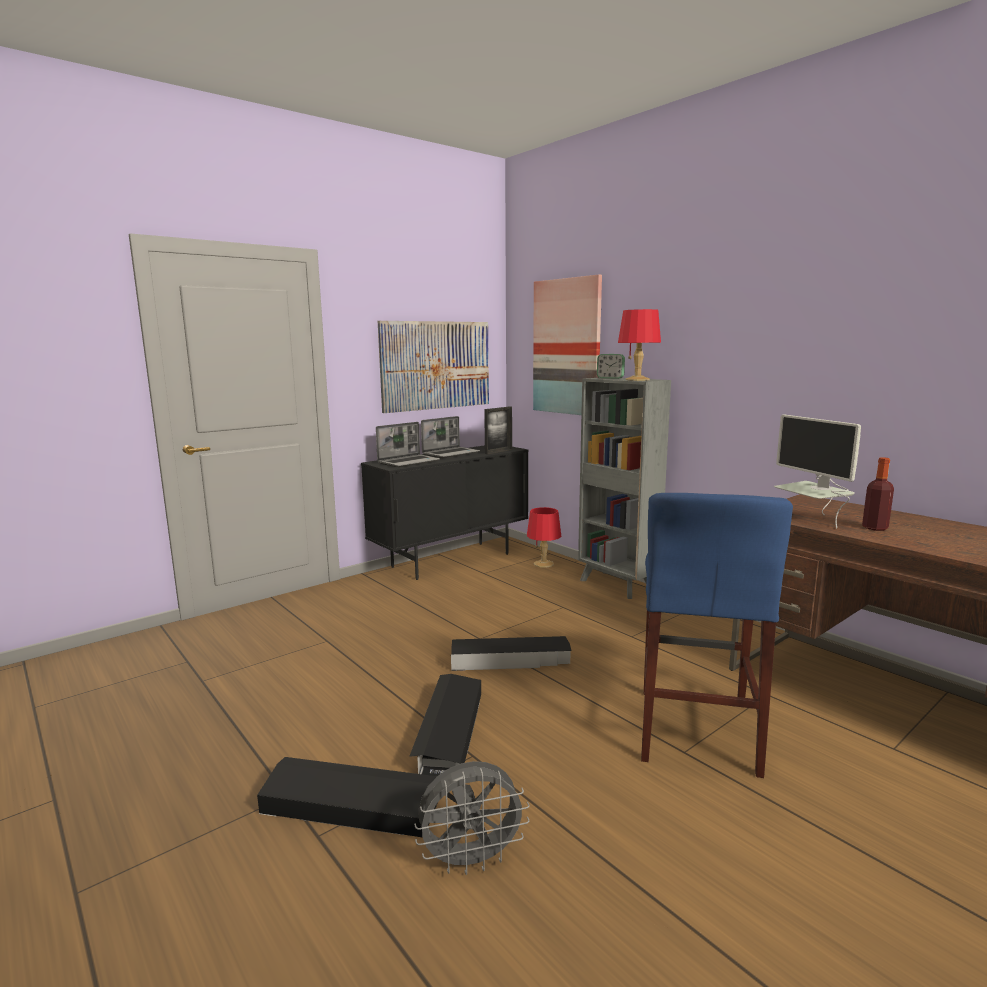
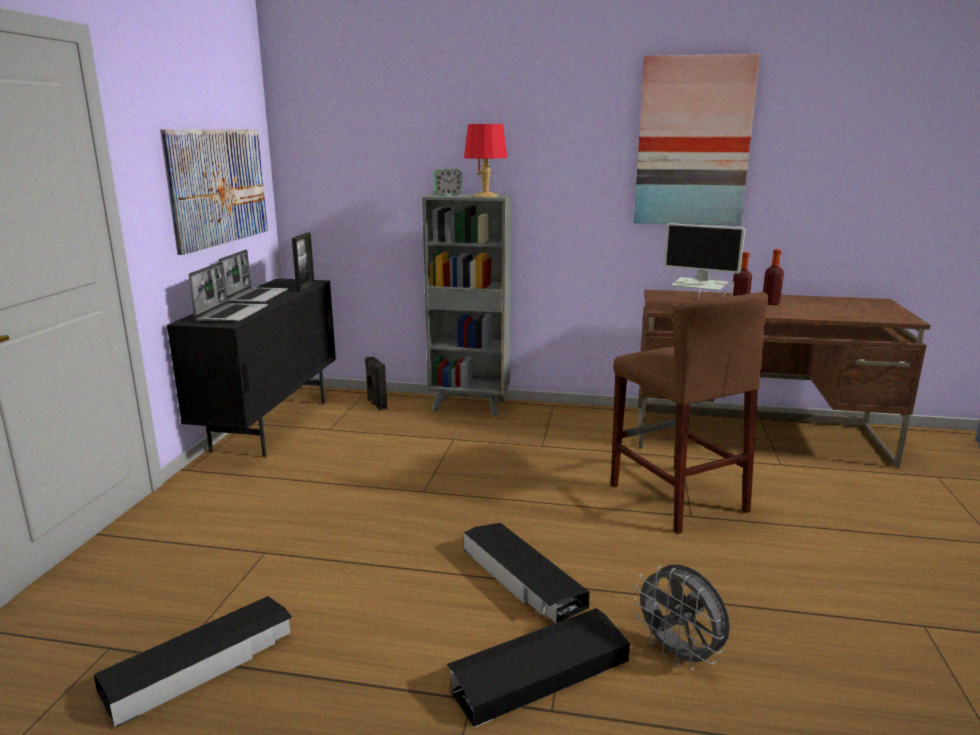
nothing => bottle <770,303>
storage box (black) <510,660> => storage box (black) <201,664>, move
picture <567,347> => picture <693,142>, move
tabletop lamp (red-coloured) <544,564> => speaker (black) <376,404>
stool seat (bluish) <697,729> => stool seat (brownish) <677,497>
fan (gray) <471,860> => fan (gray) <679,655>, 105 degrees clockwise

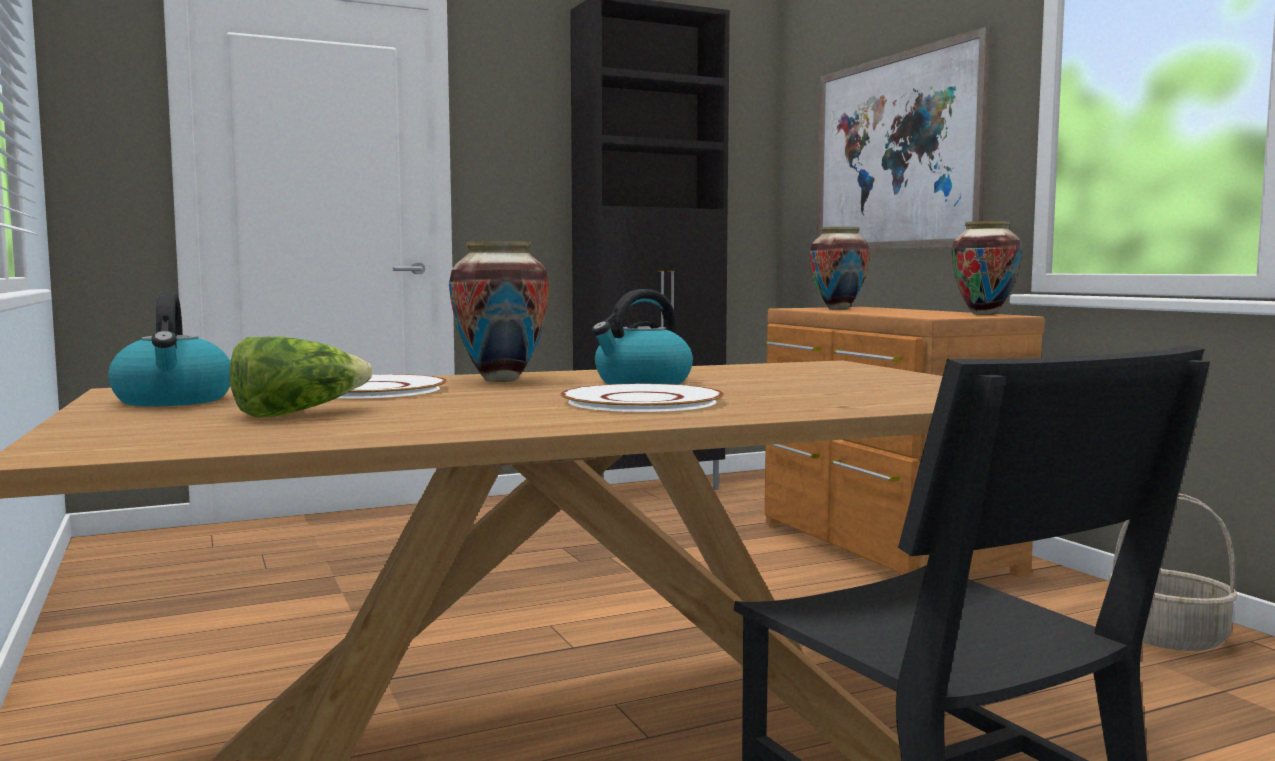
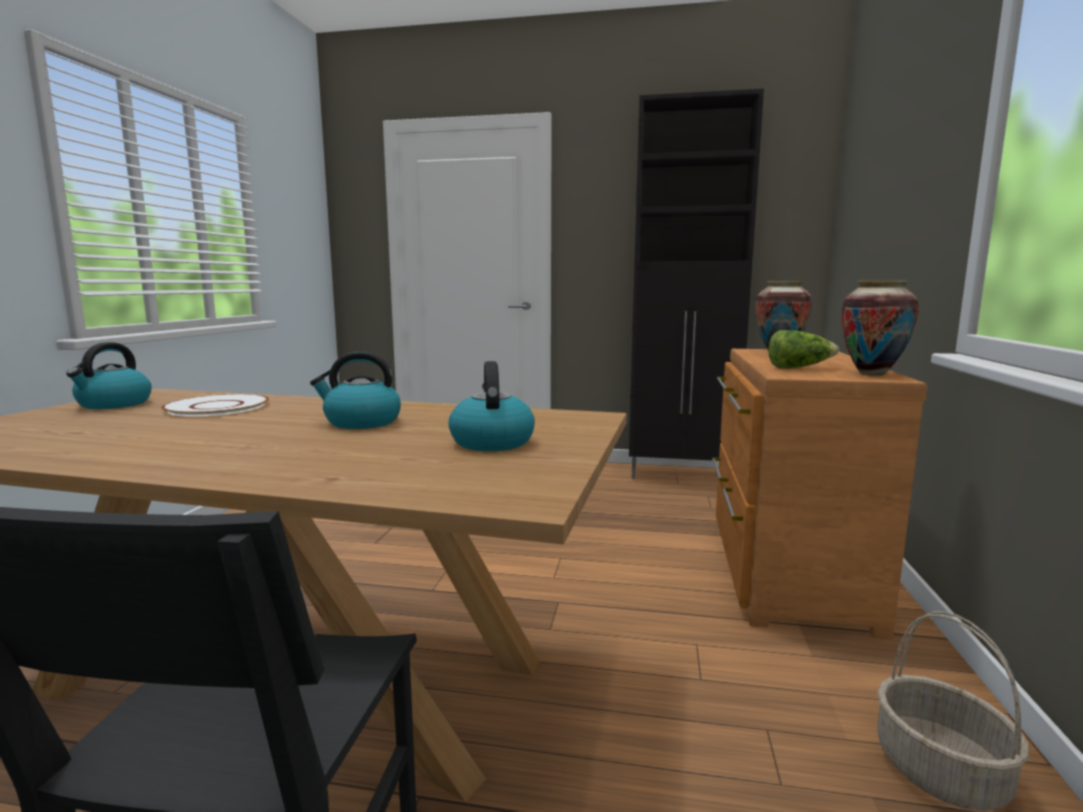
decorative vase <500,380> => nothing
plate (white) <641,401> => nothing
picture <894,152> => nothing
nothing => kettle <491,442>
lettuce head <297,413> => lettuce head <799,368>, move

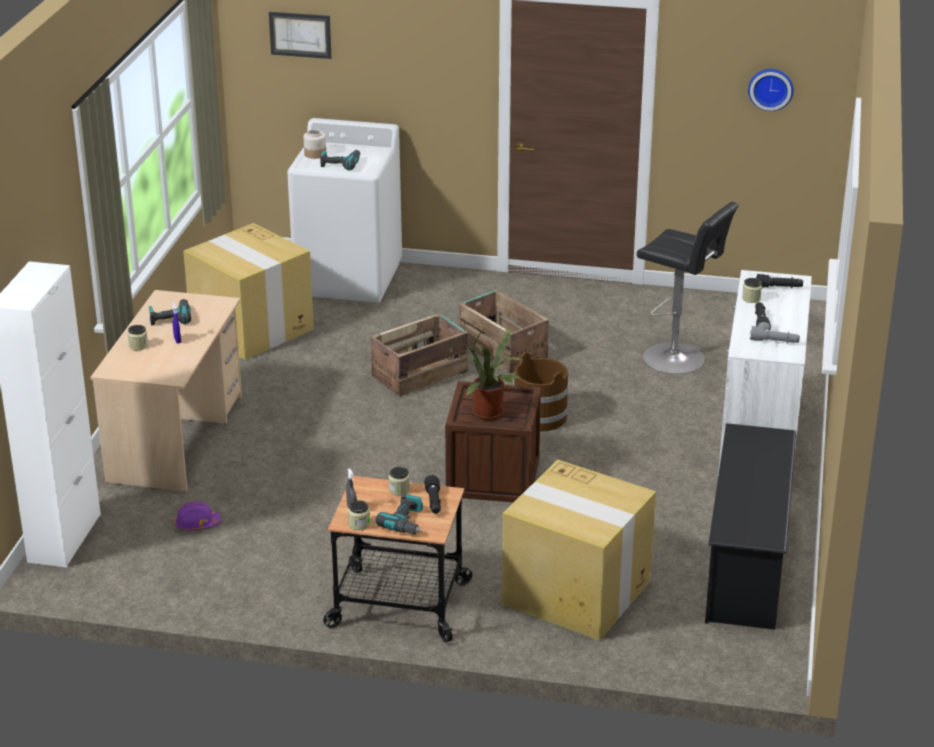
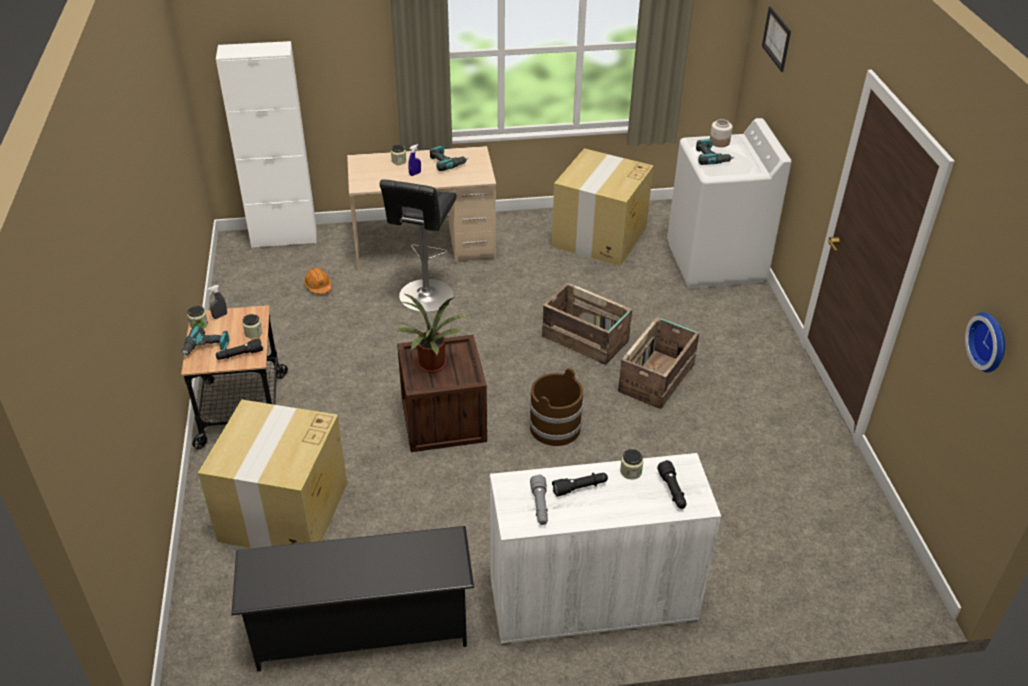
stool seat (black) <678,359> => stool seat (black) <425,298>, move
work helmet (purple-coloured) <197,524> => work helmet (orange) <318,286>

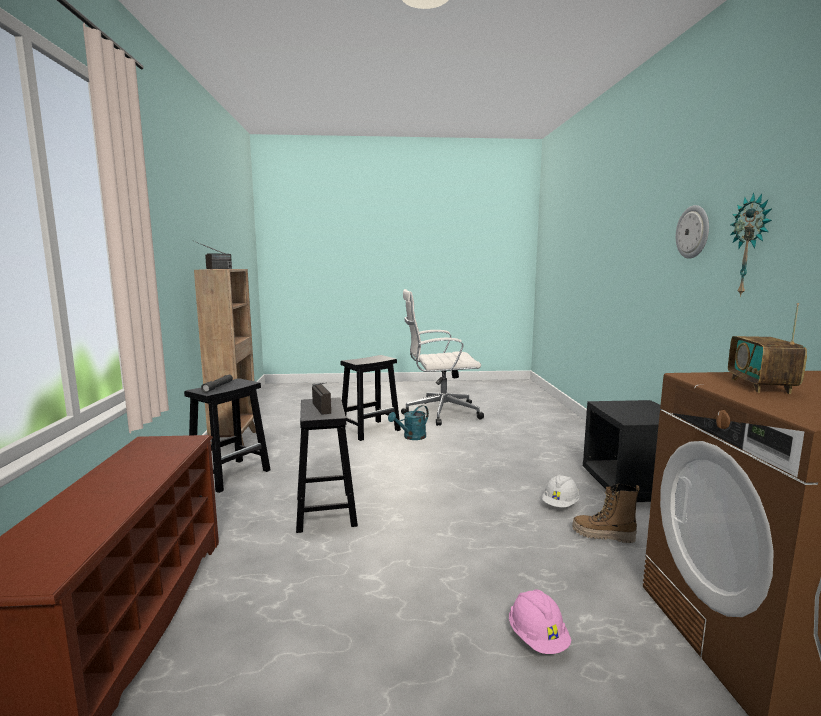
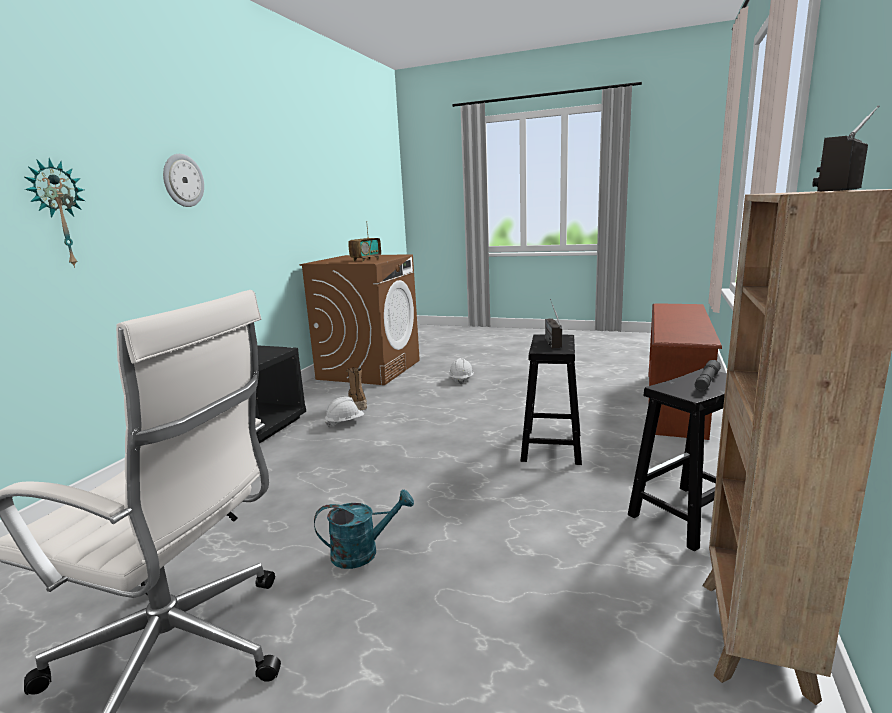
stool seat (black) <370,430> => nothing
clock on the wall <751,245> => clock on the wall <58,214>, move
work helmet (pinkish) <537,638> => work helmet (white) <461,379>
tall boot <603,536> => tall boot <357,403>, 150 degrees counterclockwise

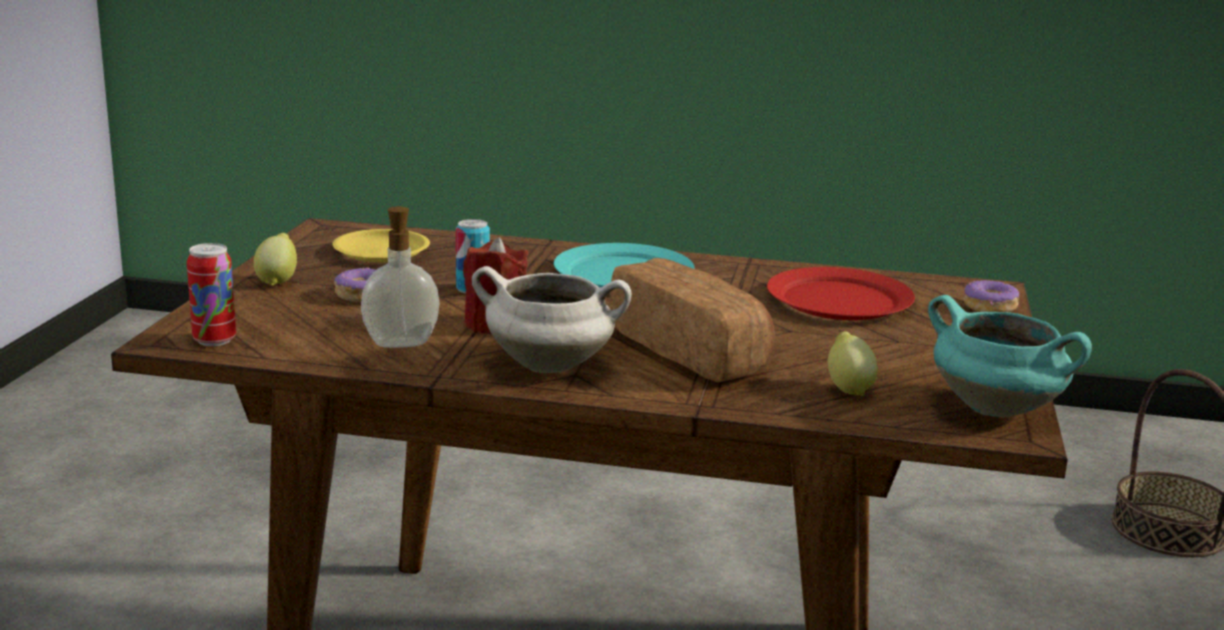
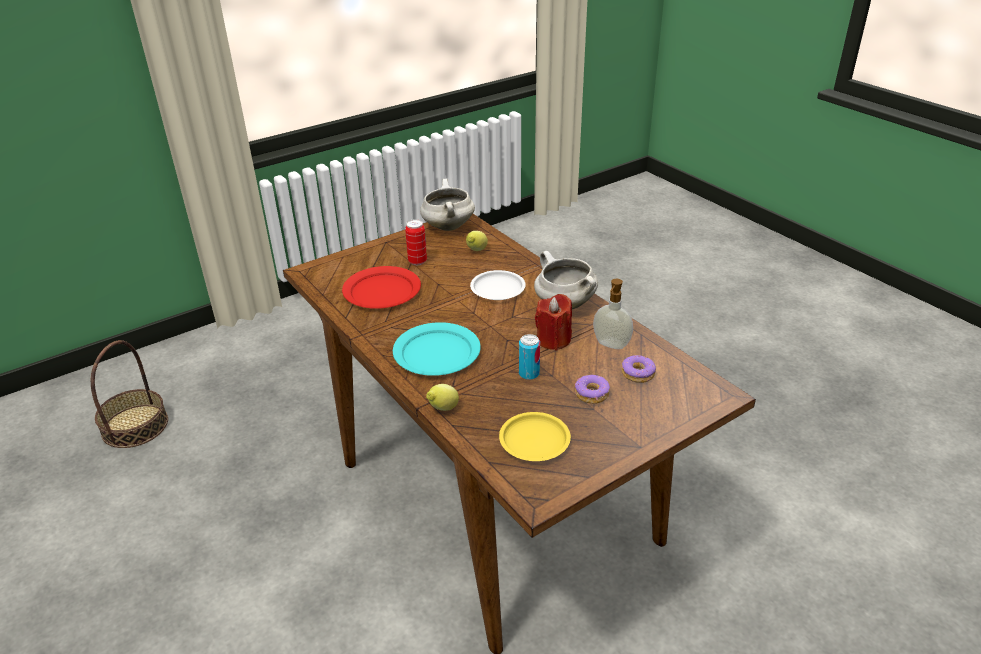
sealed can <214,340> => sealed can <417,261>, move
lemon <277,281> => lemon <442,409>, move
doughnut <989,307> => doughnut <638,374>, move
bread <691,352> => plate (white) <498,289>
saucepot (turquoise) <998,409> => saucepot (white) <447,226>

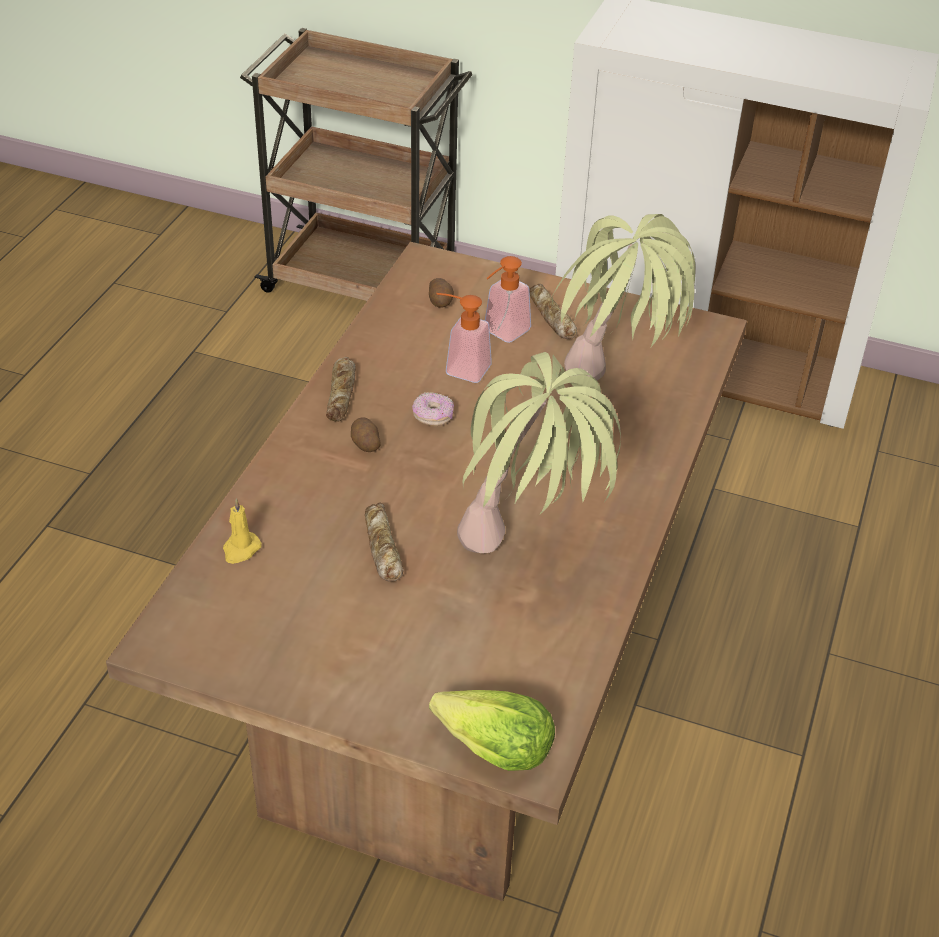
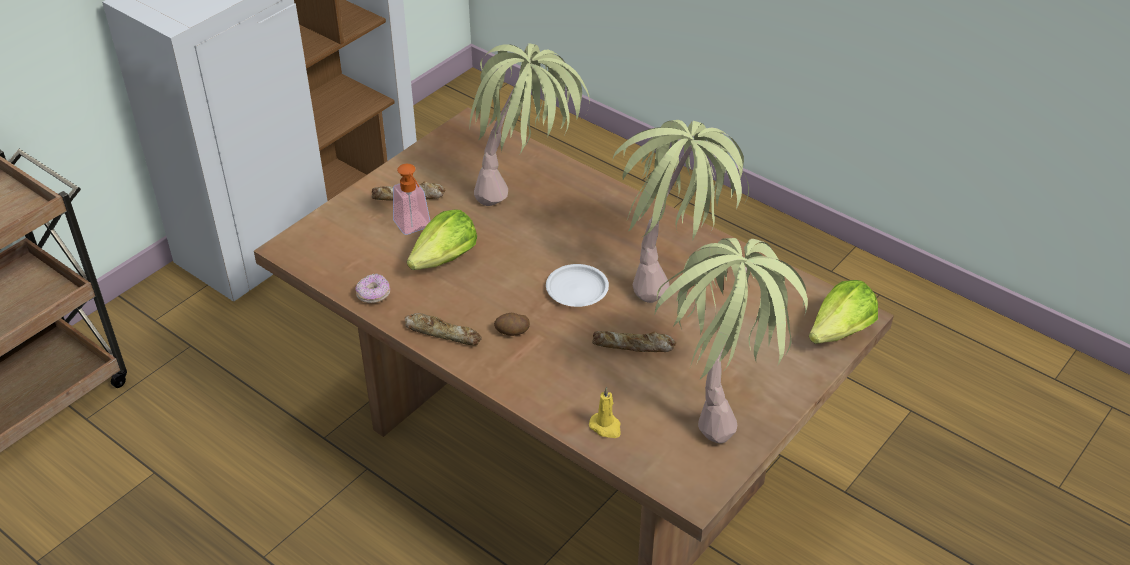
whole potato <441,301> => nothing
nothing => plate (white) <577,289>
nothing => plant in a pot <722,399>
doughnut <433,417> => doughnut <374,295>, move
liquid soap bottle <460,367> => lettuce head <445,259>

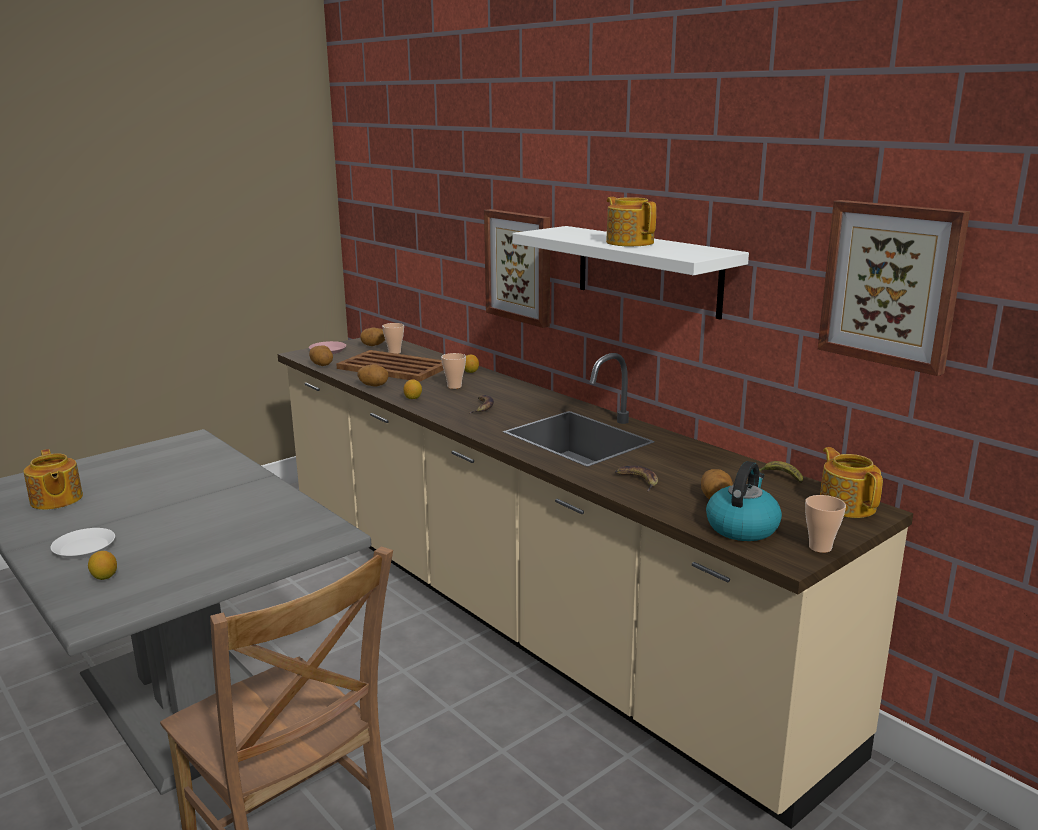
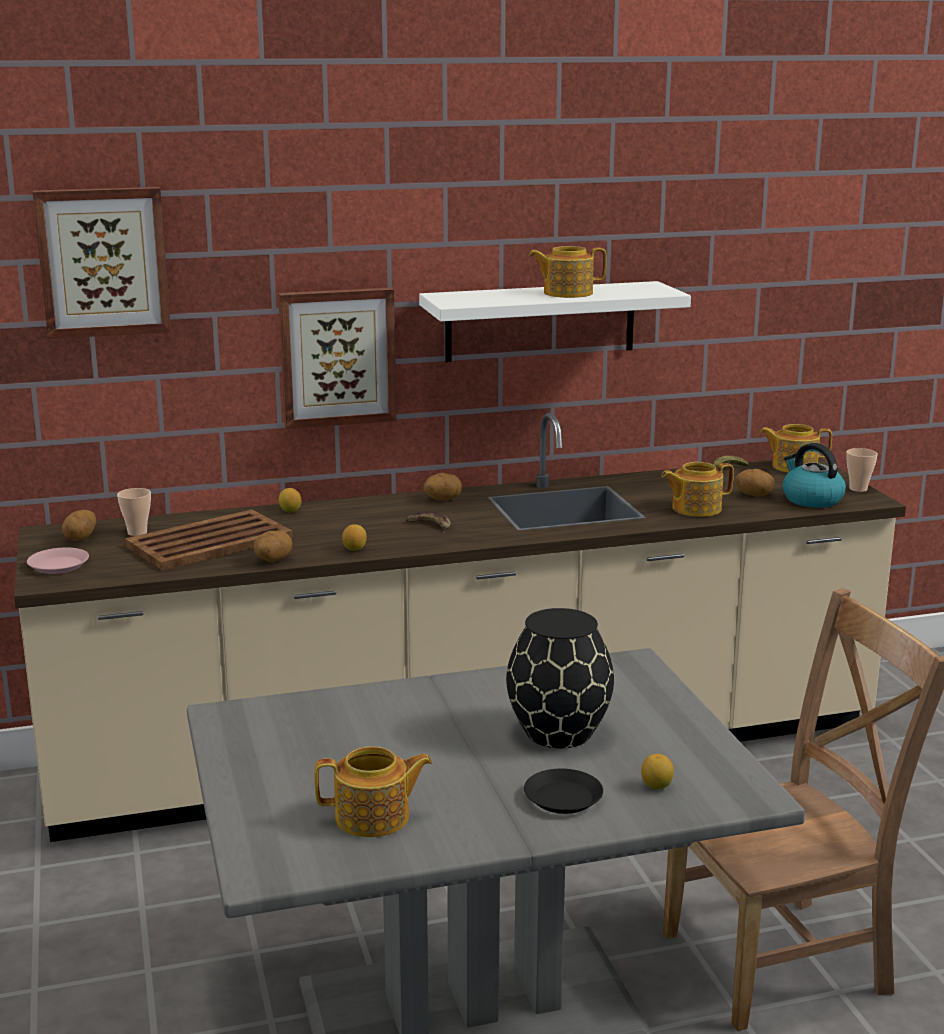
cup <454,386> => nothing
nothing => decorative vase (black) <558,731>
whole potato <322,365> => whole potato <442,499>, move
picture <891,284> => picture <103,262>, move
whole banana <637,480> => pot for tea <695,508>
plate (white) <84,548> => plate (black) <563,798>

